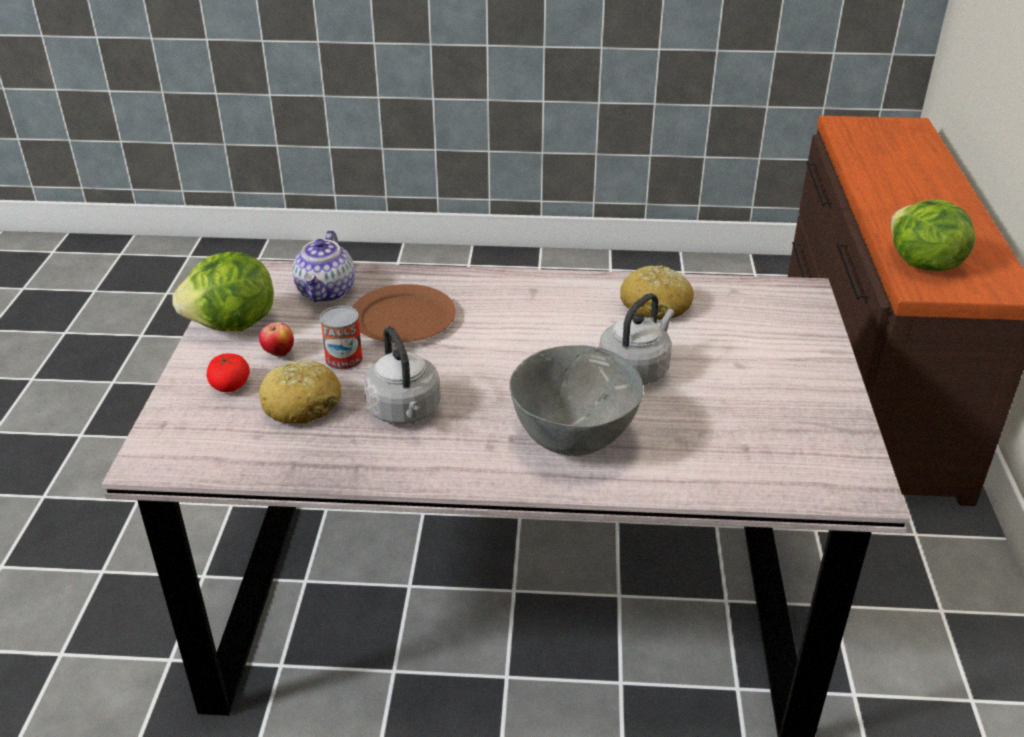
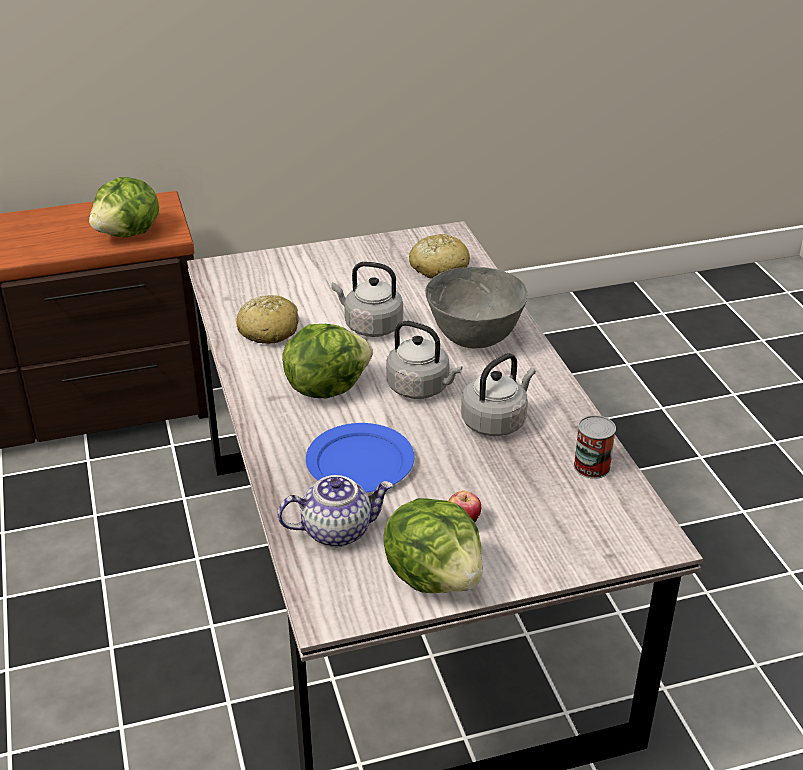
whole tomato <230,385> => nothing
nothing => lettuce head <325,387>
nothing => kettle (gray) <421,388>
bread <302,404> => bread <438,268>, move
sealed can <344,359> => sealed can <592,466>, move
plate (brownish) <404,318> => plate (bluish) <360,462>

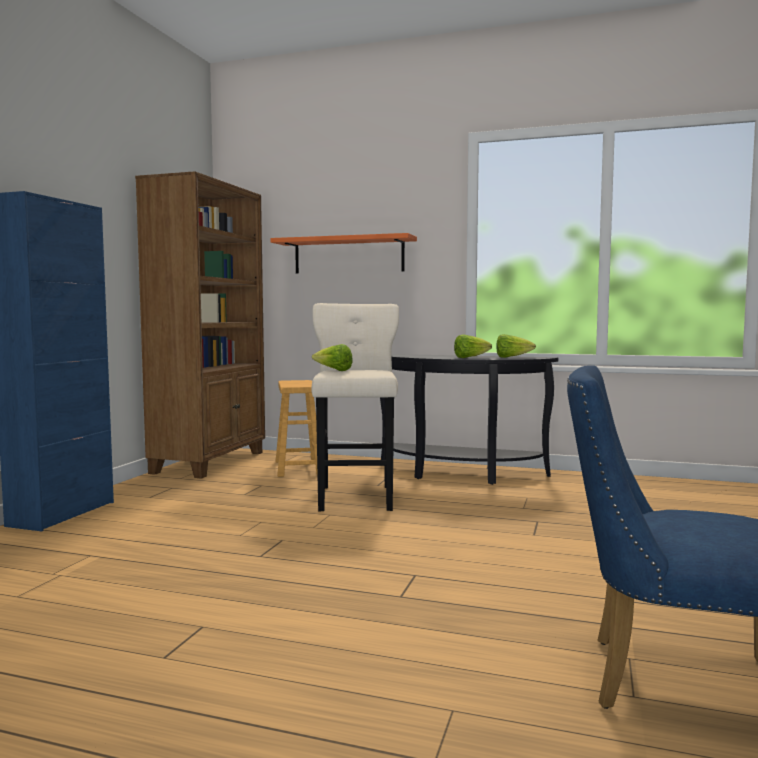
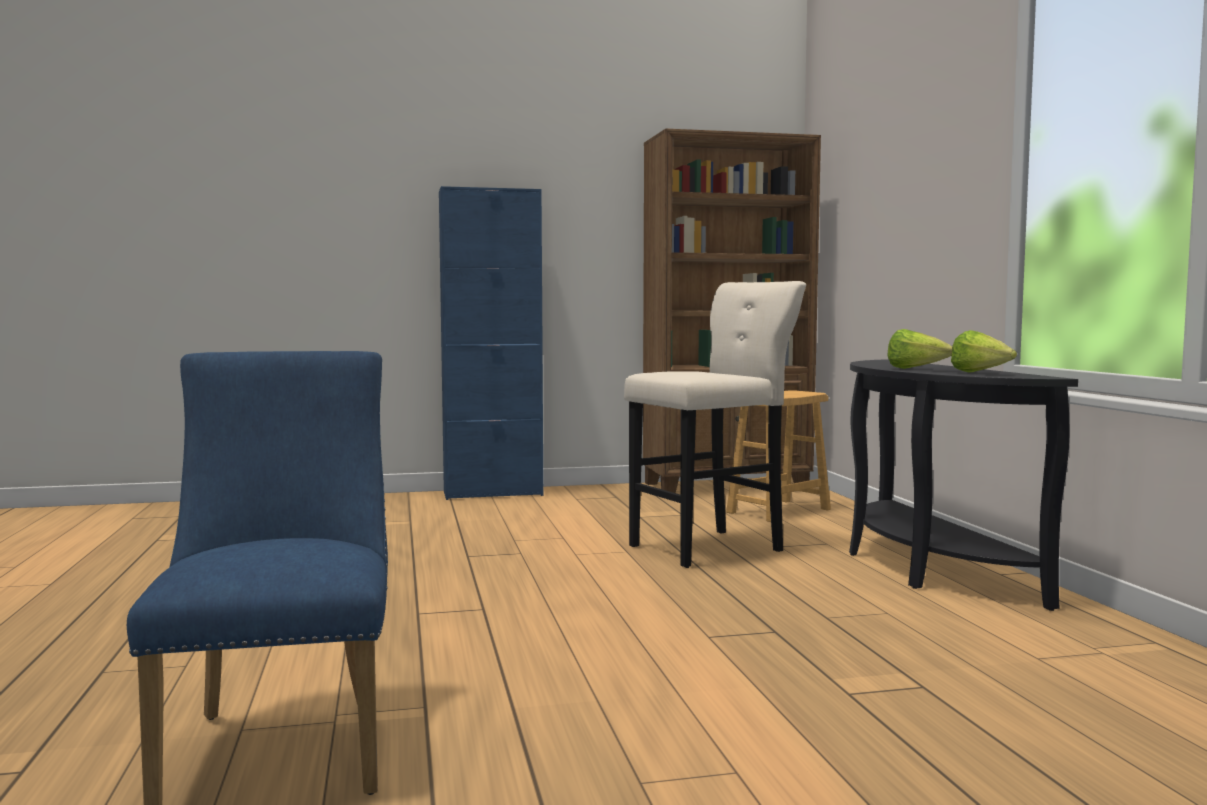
wall shelf (orange) <348,255> => nothing
lettuce head <333,370> => nothing

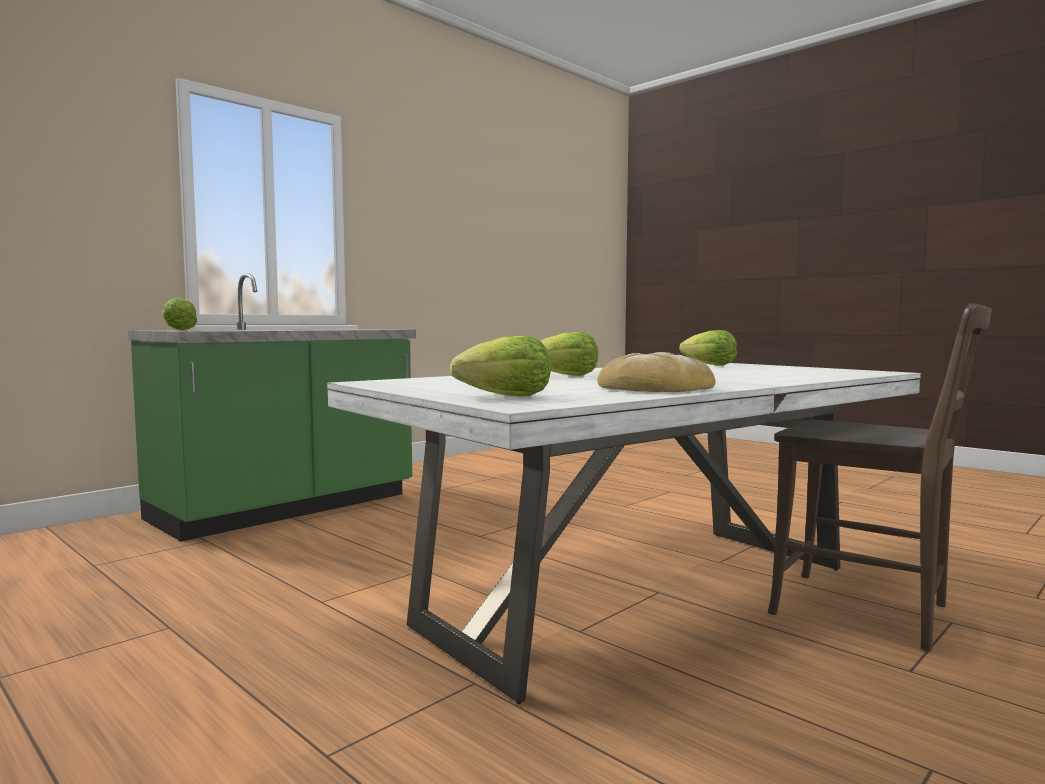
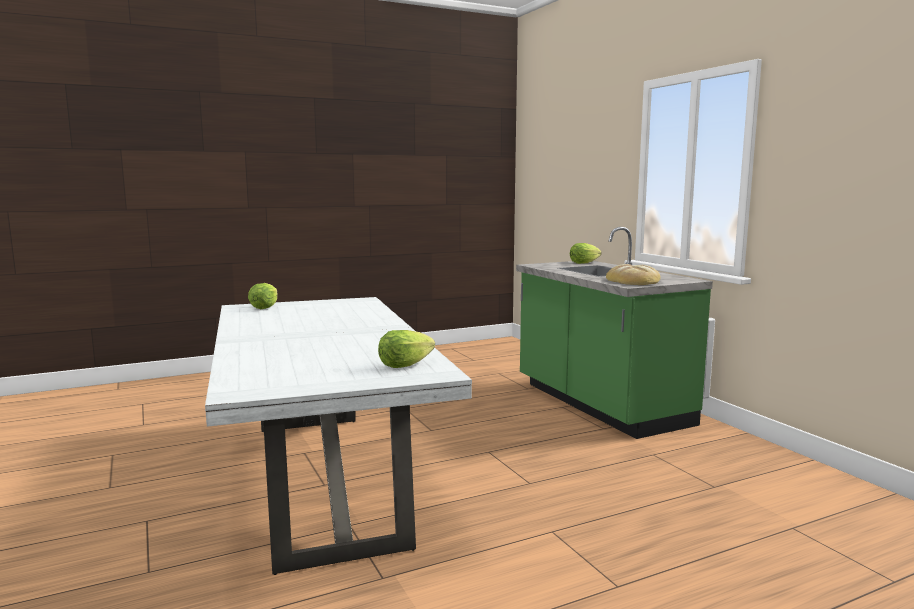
lettuce head <566,375> => nothing
plain chair (brownish) <870,612> => nothing
bread <654,387> => bread <633,281>, move

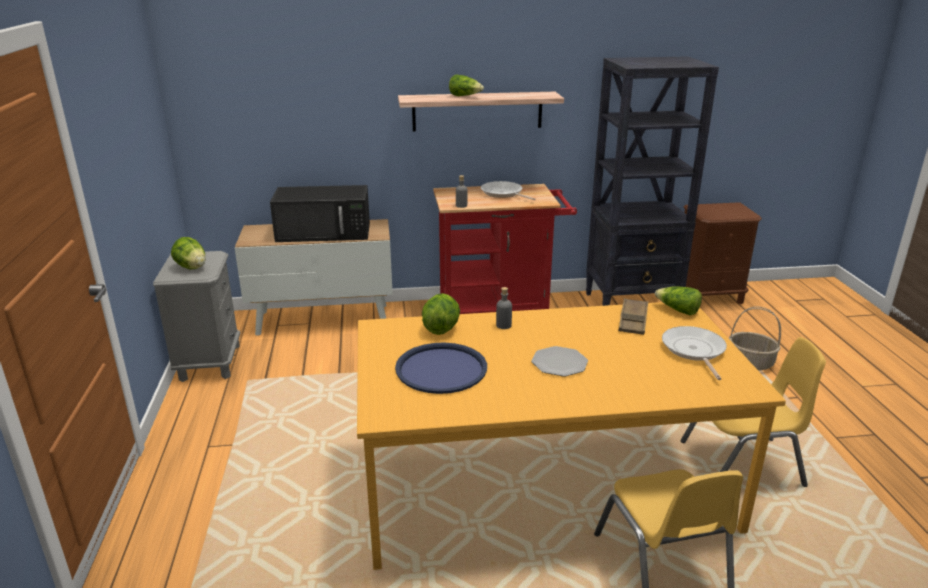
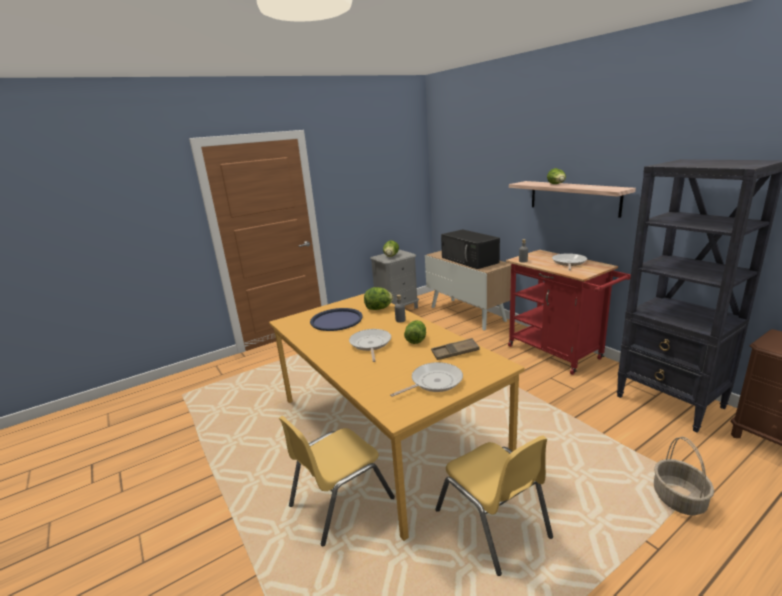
lettuce head <678,310> => lettuce head <415,339>, move
plate <559,363> => pan <370,344>

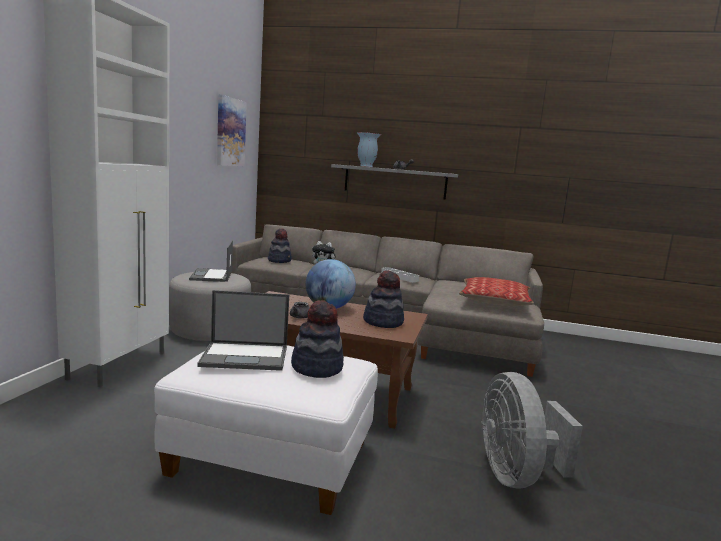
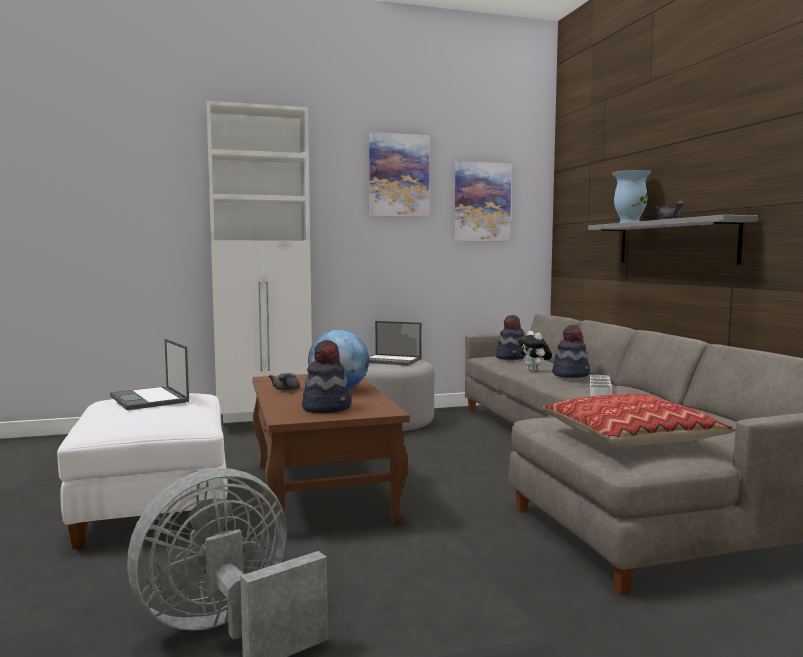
nothing => picture <398,175>
wearable hat <317,368> => wearable hat <571,374>, move
notebook computer <211,276> => notebook computer <392,360>, 120 degrees counterclockwise

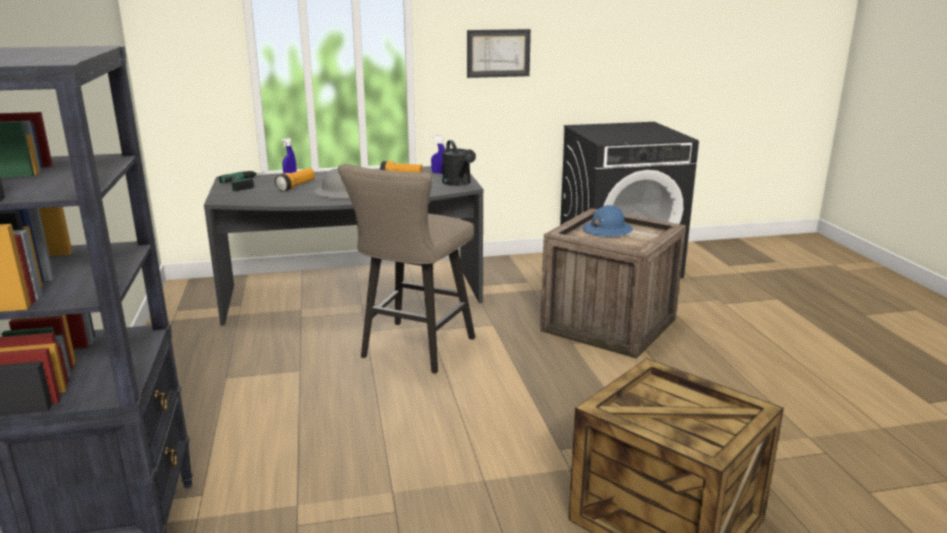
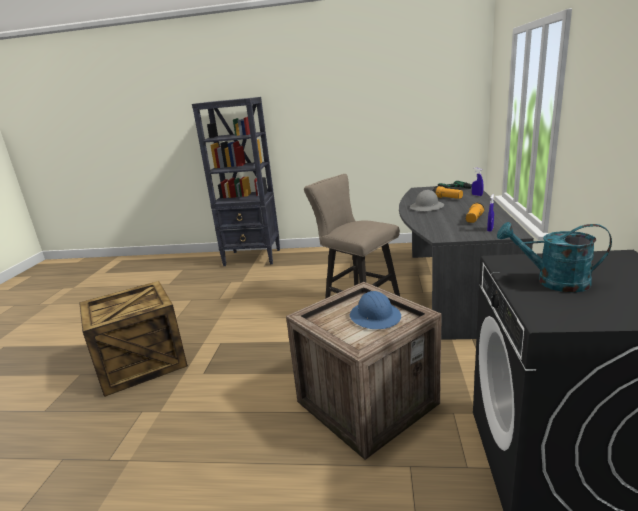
sprinkling can (black) <458,183> => nothing
picture <498,53> => nothing
nothing => sprinkling can (turquoise) <553,282>

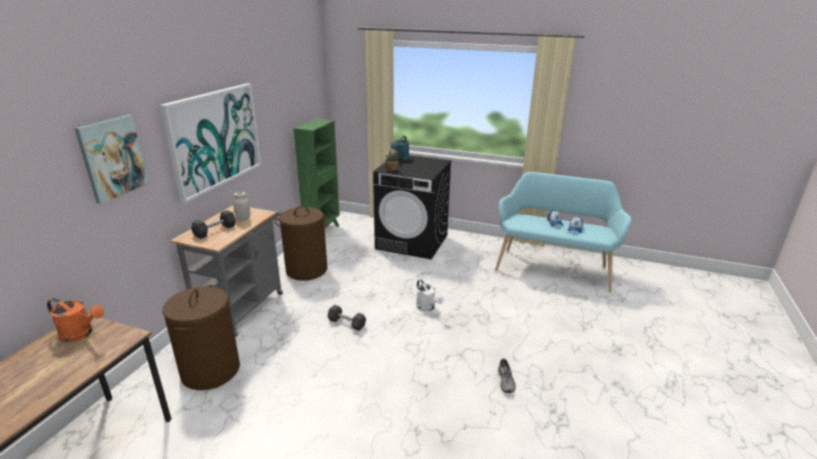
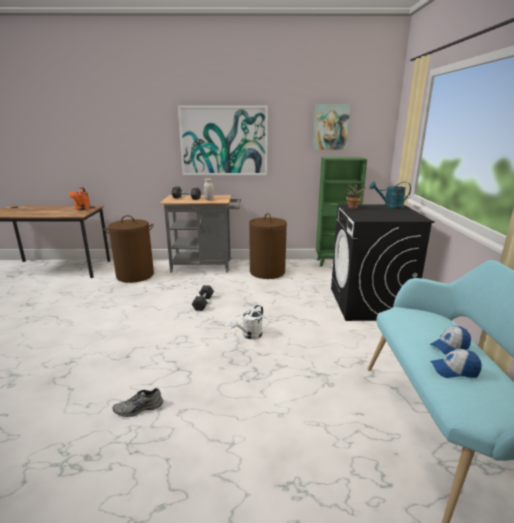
picture <112,157> => picture <330,127>, move

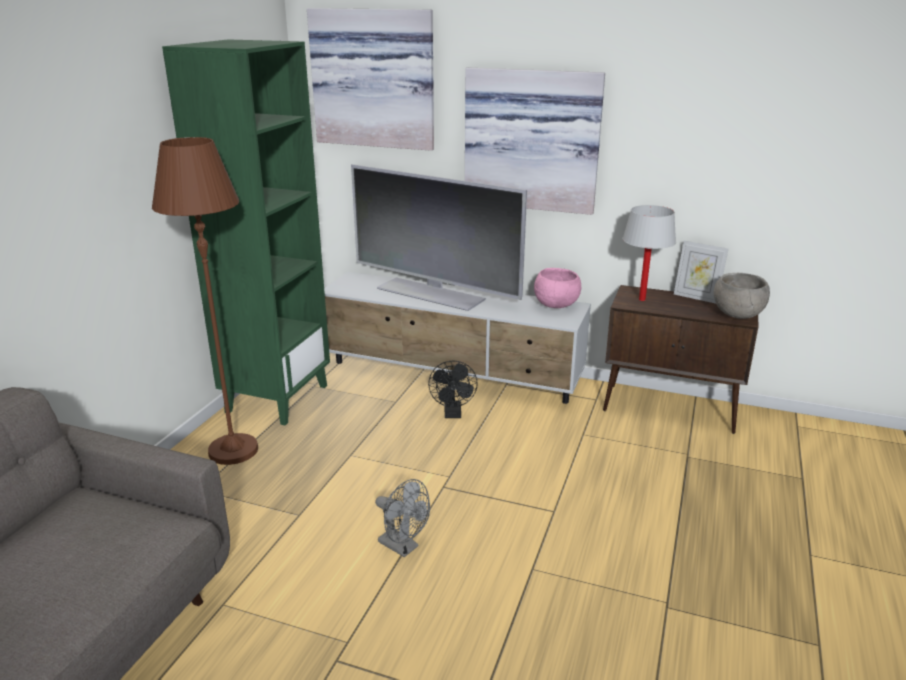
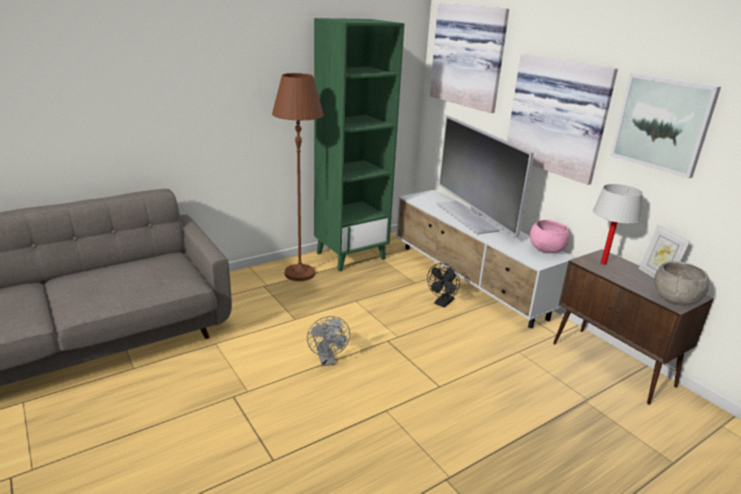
nothing => picture <662,124>

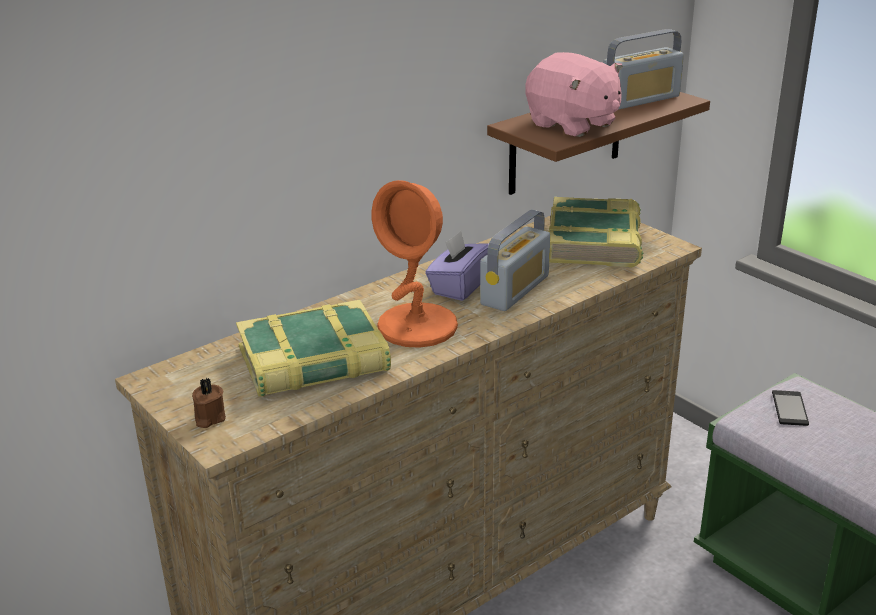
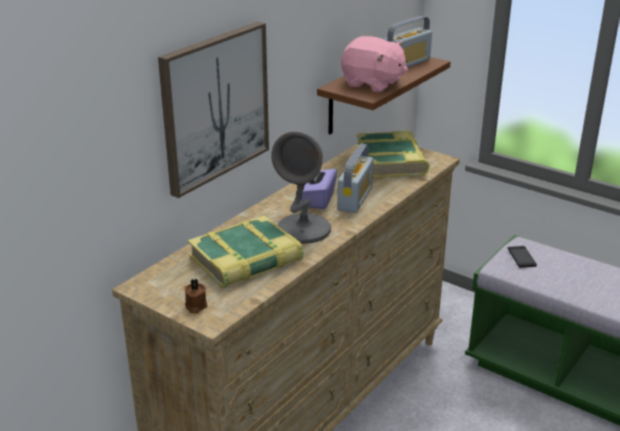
nothing => picture <214,106>
tabletop lamp (orange) <418,327> => tabletop lamp (gray) <304,229>

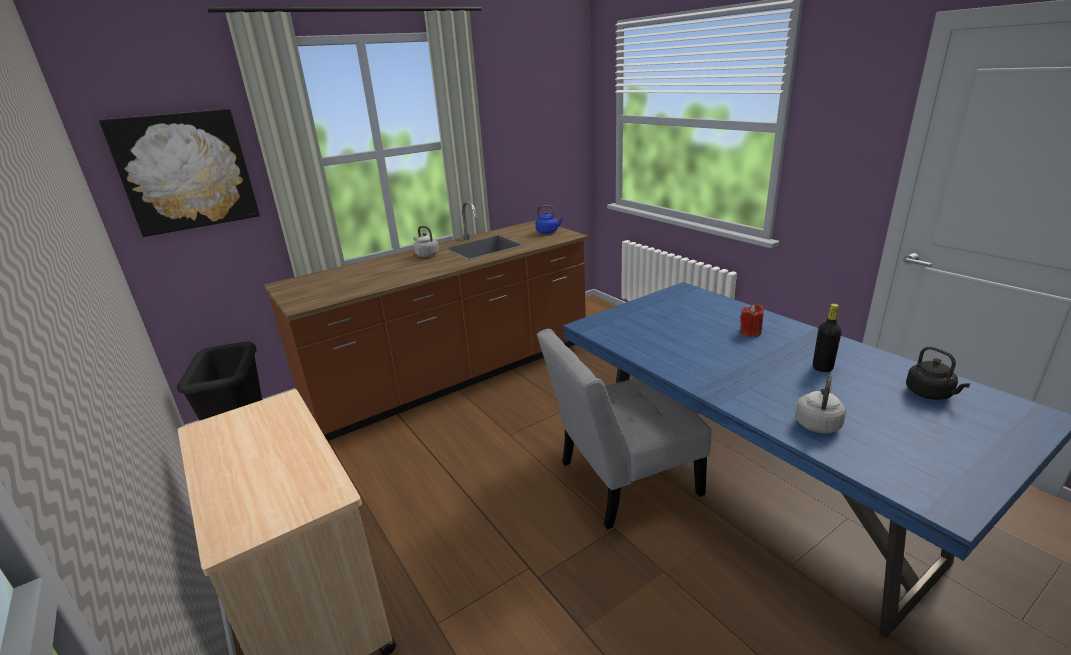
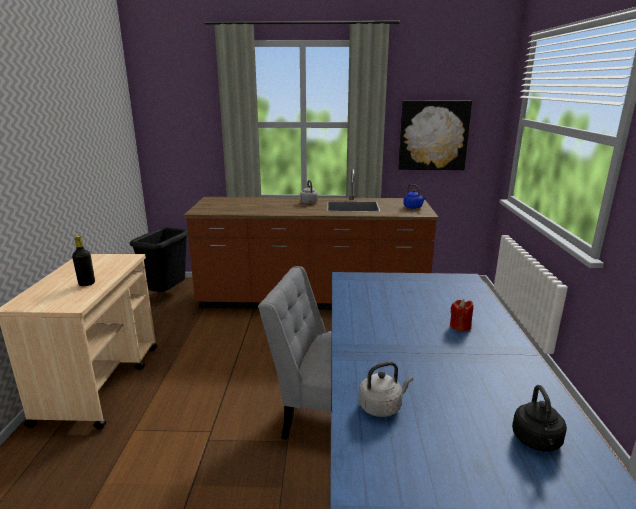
picture <186,171> => picture <433,135>, move
bottle (black) <822,368> => bottle (black) <87,283>, move

